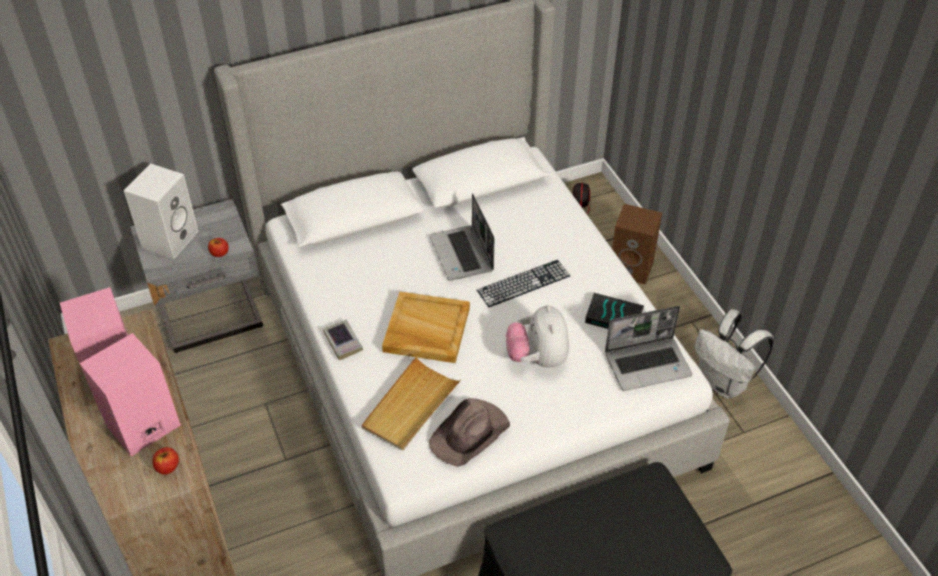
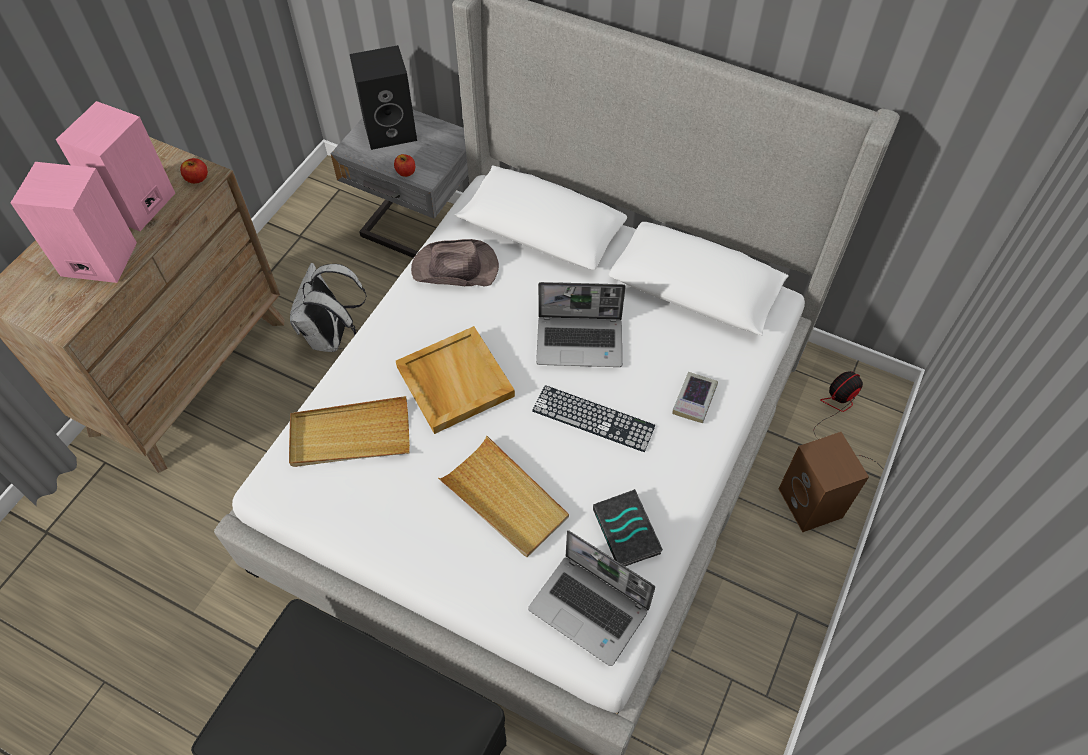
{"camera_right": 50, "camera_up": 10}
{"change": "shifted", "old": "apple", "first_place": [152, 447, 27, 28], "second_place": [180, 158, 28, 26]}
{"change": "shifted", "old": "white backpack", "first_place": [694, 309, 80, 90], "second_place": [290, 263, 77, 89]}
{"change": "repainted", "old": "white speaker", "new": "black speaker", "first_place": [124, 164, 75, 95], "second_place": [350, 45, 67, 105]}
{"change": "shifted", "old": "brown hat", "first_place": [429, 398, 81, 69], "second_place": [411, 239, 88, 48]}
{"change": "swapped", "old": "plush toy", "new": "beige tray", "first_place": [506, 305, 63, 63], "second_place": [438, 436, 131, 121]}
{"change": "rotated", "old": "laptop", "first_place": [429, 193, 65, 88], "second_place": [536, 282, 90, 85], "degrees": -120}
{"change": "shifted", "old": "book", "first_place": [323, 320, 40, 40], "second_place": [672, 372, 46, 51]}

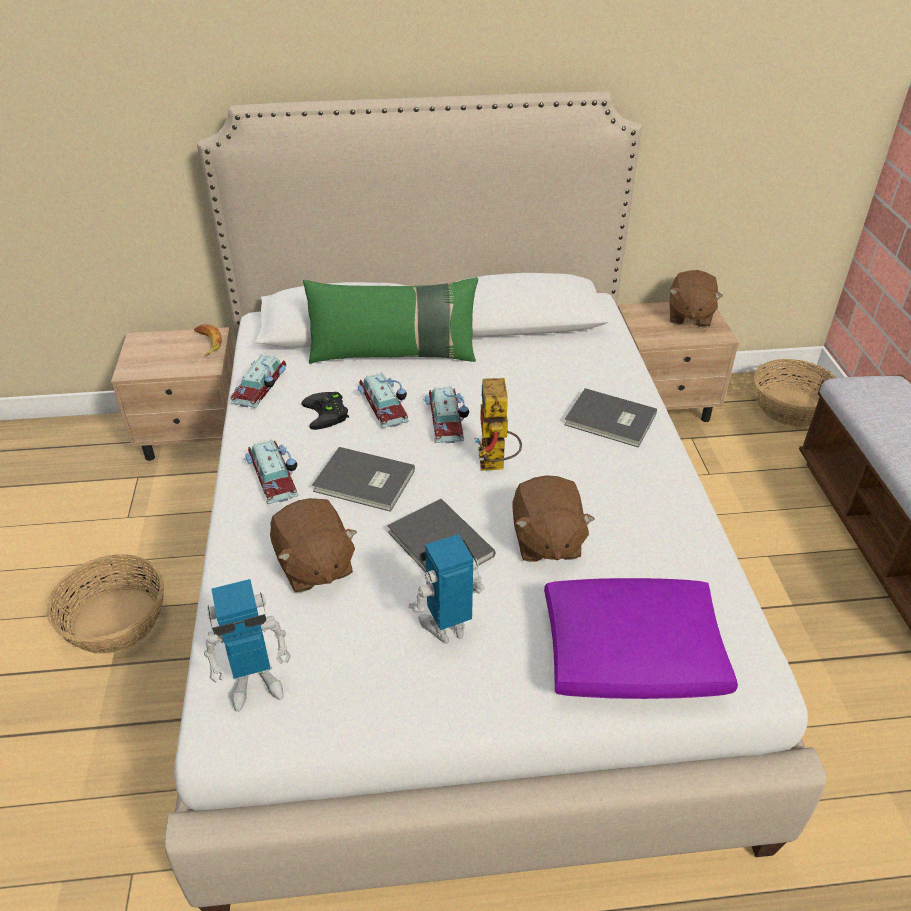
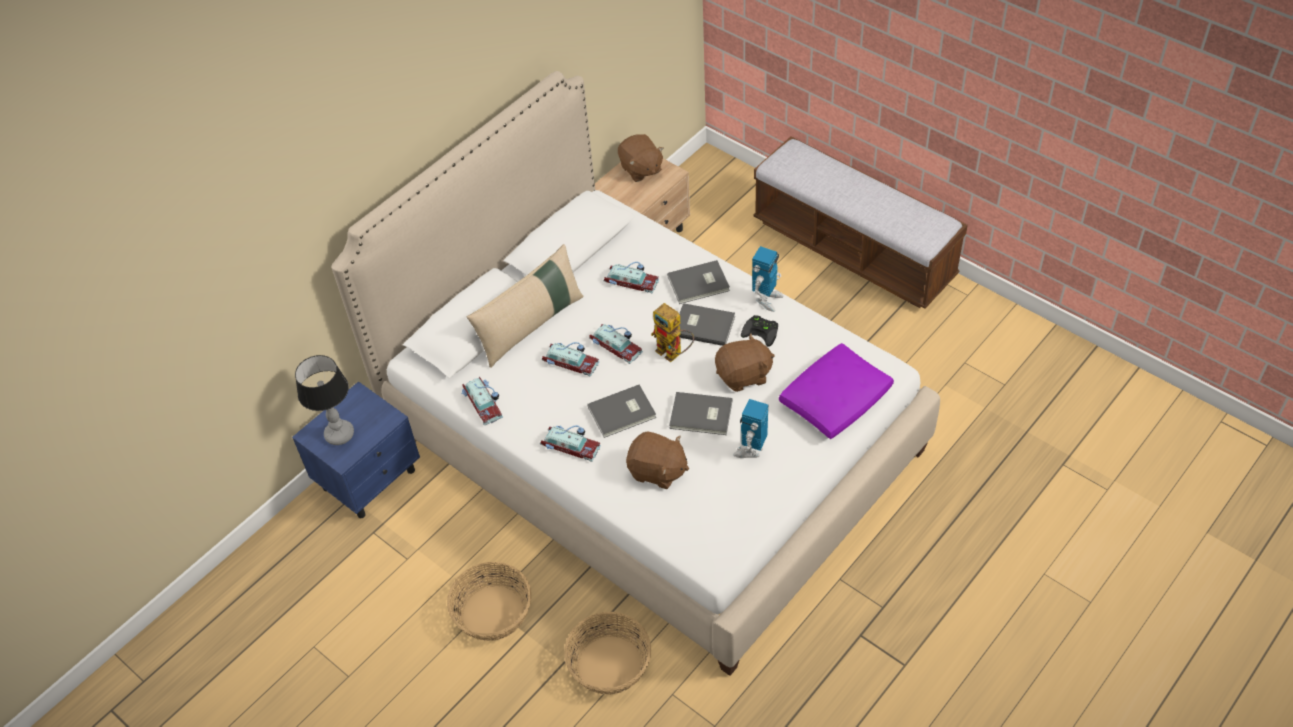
{"camera_right": -40, "camera_up": 10}
{"change": "repainted", "old": "beige nightstand", "new": "blue nightstand", "first_place": [111, 327, 123, 134], "second_place": [292, 381, 128, 137]}
{"change": "new", "new": "table lamp", "second_place": [295, 355, 59, 90]}
{"change": "repainted", "old": "green pillow", "new": "beige pillow", "first_place": [303, 277, 175, 87], "second_place": [467, 244, 117, 124]}
{"change": "shifted", "old": "basket", "first_place": [754, 359, 82, 68], "second_place": [564, 612, 87, 83]}
{"change": "new", "new": "toy car", "second_place": [603, 262, 56, 31]}
{"change": "new", "new": "grey book", "second_place": [679, 303, 56, 43]}
{"change": "rotated", "old": "brown plush toy", "first_place": [513, 475, 82, 87], "second_place": [715, 333, 60, 59], "degrees": -60}
{"change": "shifted", "old": "black game controller", "first_place": [301, 392, 48, 38], "second_place": [741, 315, 37, 32]}
{"change": "shifted", "old": "toy robot", "first_place": [204, 579, 87, 133], "second_place": [752, 246, 32, 66]}
{"change": "gone", "old": "banana", "first_place": [194, 324, 28, 32]}

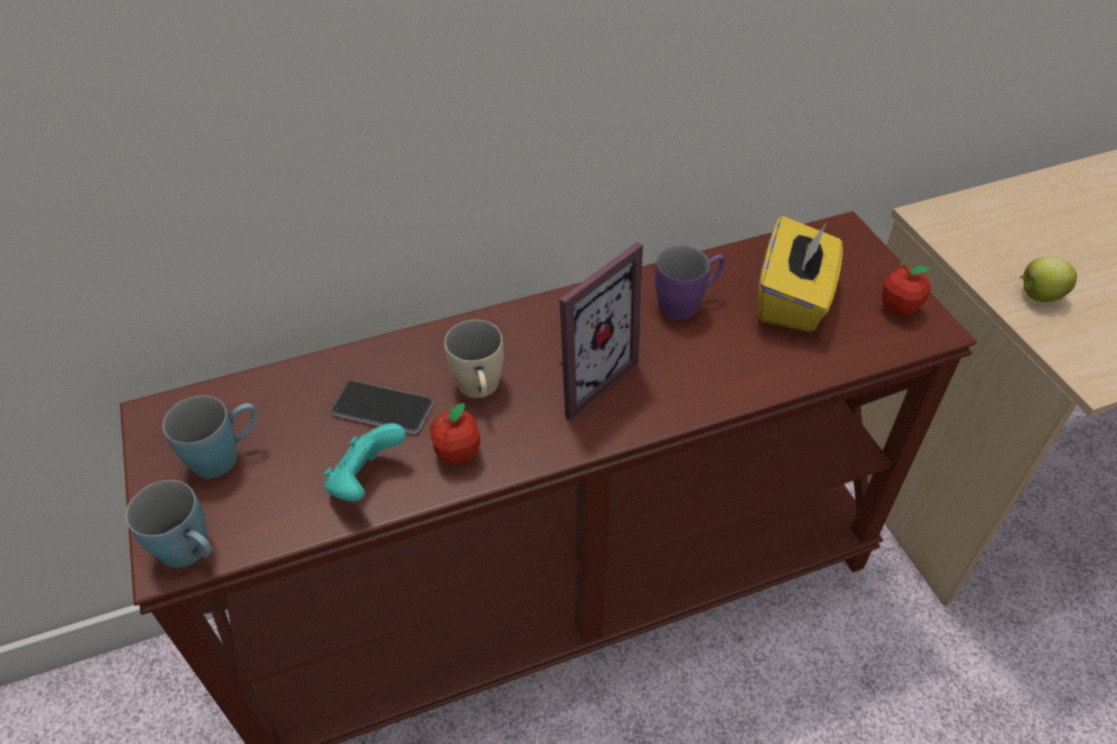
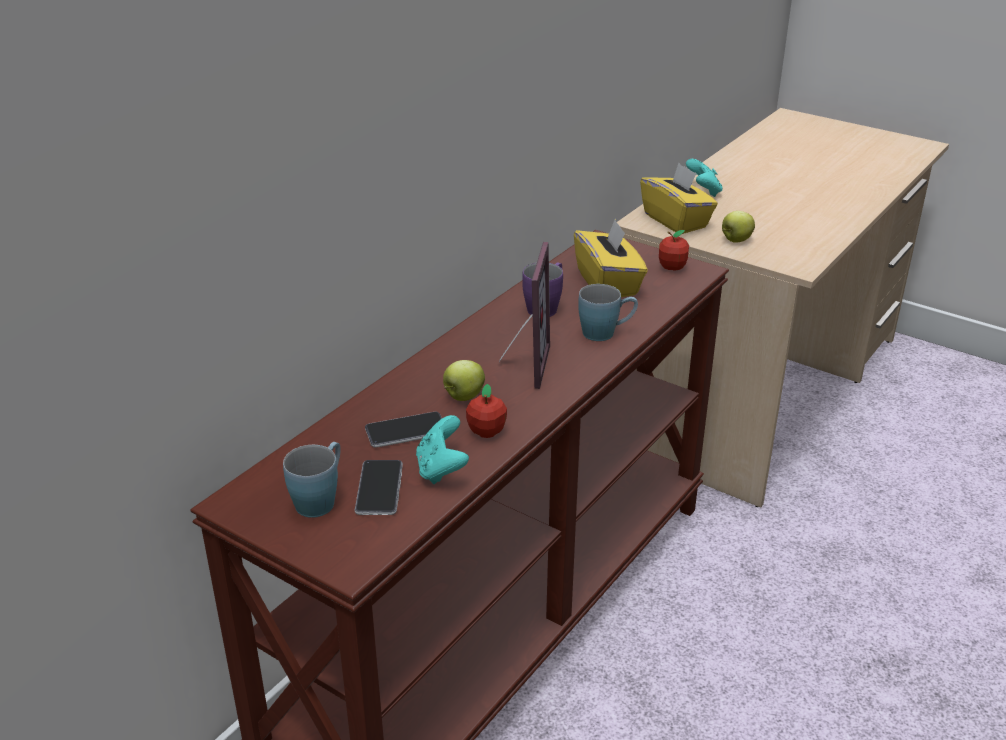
{"camera_right": -35, "camera_up": -15}
{"change": "new", "new": "phone", "second_place": [355, 460, 48, 55]}
{"change": "swapped", "old": "beige mug", "new": "apple", "first_place": [444, 320, 60, 78], "second_place": [443, 360, 42, 41]}
{"change": "shifted", "old": "blue mug", "first_place": [126, 480, 86, 88], "second_place": [578, 284, 60, 57]}
{"change": "new", "new": "yellow tissue box", "second_place": [640, 163, 78, 71]}
{"change": "new", "new": "turquoise game controller", "second_place": [686, 159, 37, 38]}

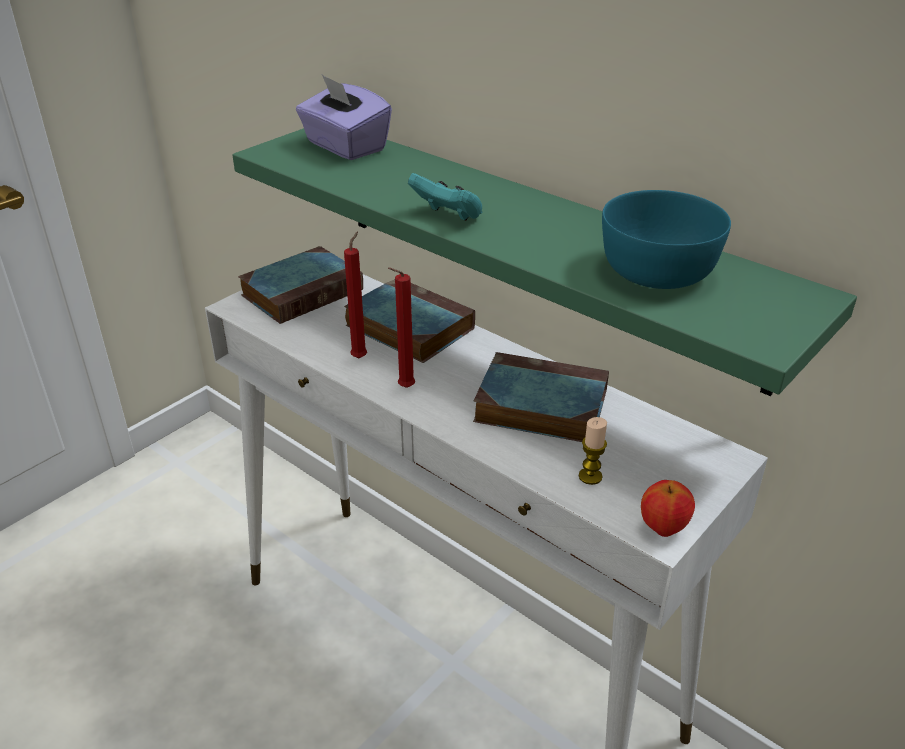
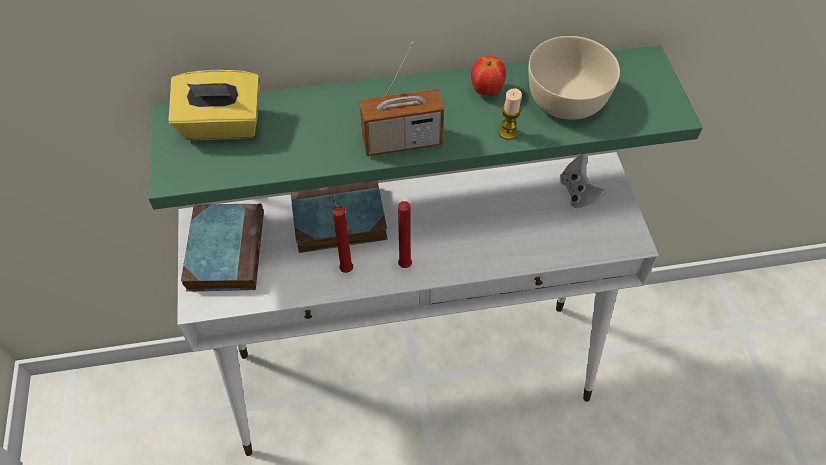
{"camera_right": -50, "camera_up": 20}
{"change": "repainted", "old": "purple tissue box", "new": "yellow tissue box", "first_place": [296, 75, 96, 85], "second_place": [168, 70, 92, 70]}
{"change": "swapped", "old": "turquoise game controller", "new": "radio", "first_place": [408, 173, 74, 48], "second_place": [359, 42, 85, 114]}
{"change": "shifted", "old": "apple", "first_place": [641, 480, 54, 57], "second_place": [471, 56, 35, 40]}
{"change": "shifted", "old": "candle", "first_place": [579, 417, 28, 68], "second_place": [499, 88, 23, 52]}
{"change": "repainted", "old": "turquoise bowl", "new": "beige bowl", "first_place": [602, 190, 129, 99], "second_place": [528, 36, 92, 84]}
{"change": "new", "new": "white game controller", "second_place": [560, 155, 46, 53]}
{"change": "gone", "old": "book", "first_place": [473, 352, 136, 90]}

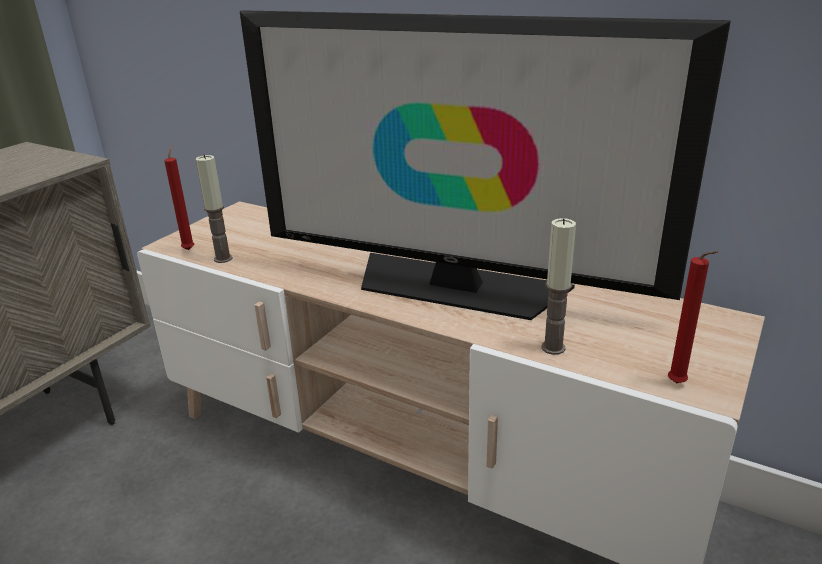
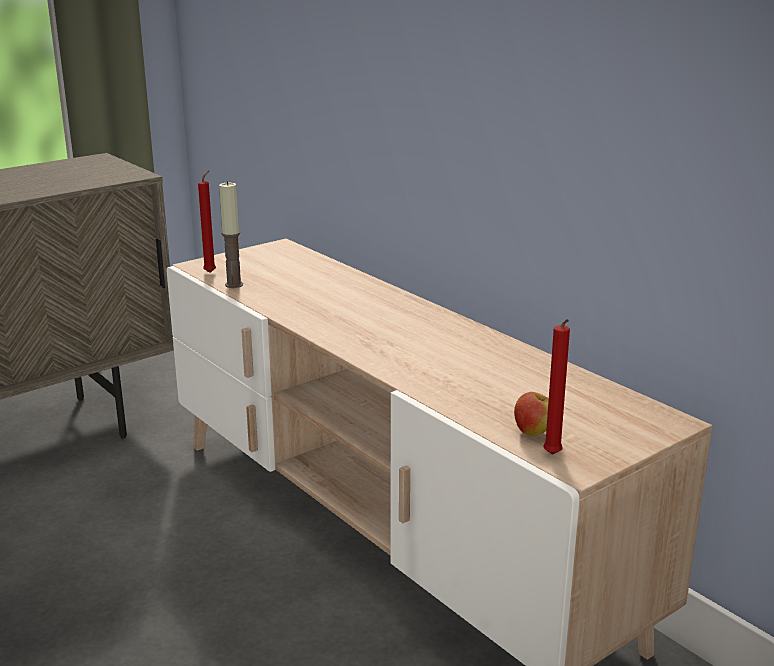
{"camera_right": 20, "camera_up": -5}
{"change": "new", "new": "apple", "second_place": [514, 392, 35, 44]}
{"change": "gone", "old": "television", "first_place": [240, 10, 491, 310]}
{"change": "gone", "old": "candle", "first_place": [541, 218, 35, 137]}

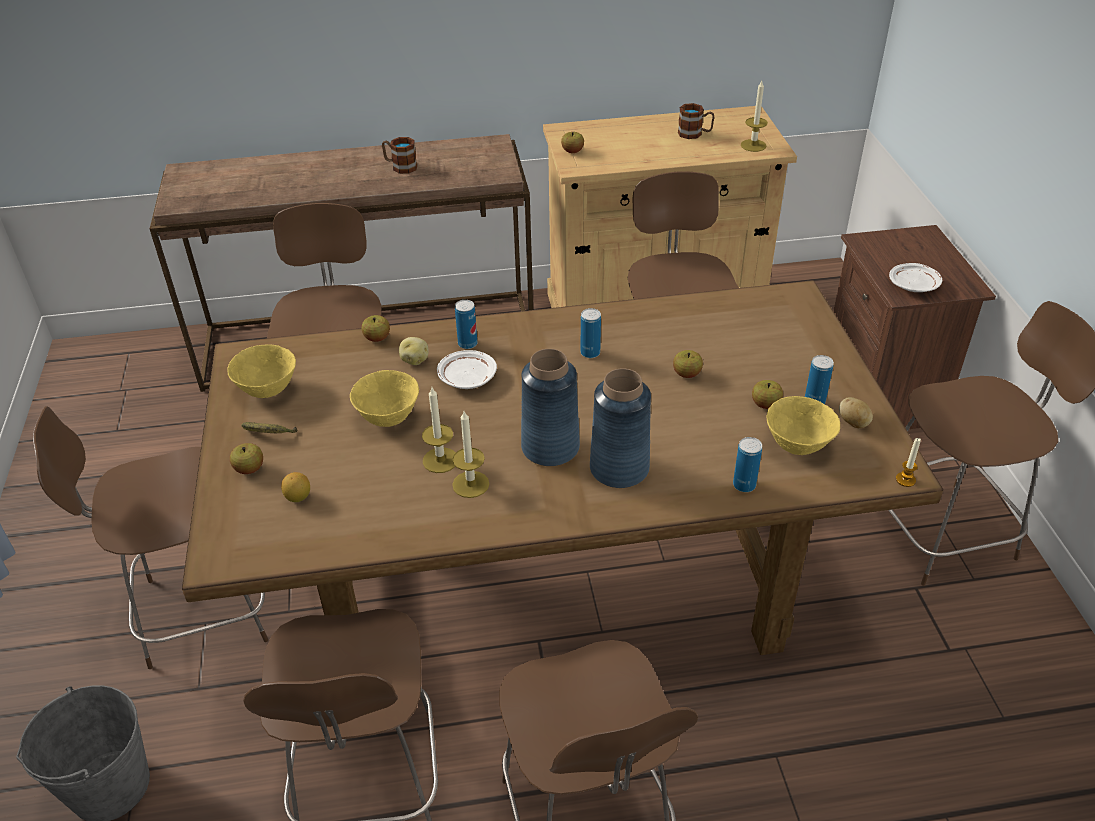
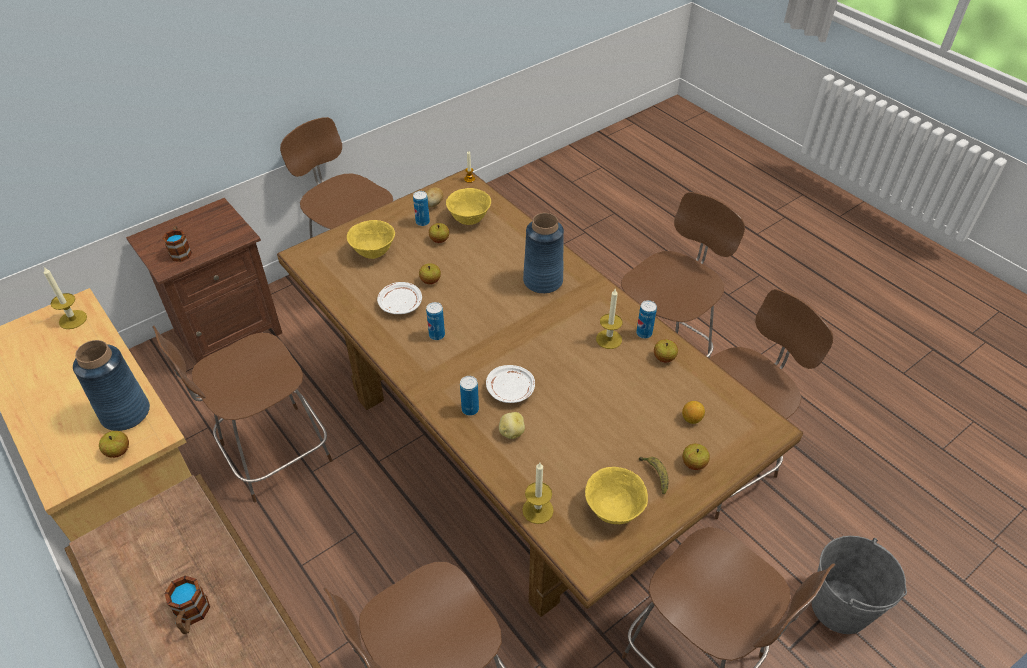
{"camera_right": -120, "camera_up": 5}
{"change": "shifted", "old": "blue vase", "first_place": [521, 349, 59, 117], "second_place": [73, 340, 77, 91]}
{"change": "shifted", "old": "mug", "first_place": [678, 103, 37, 36], "second_place": [162, 226, 30, 36]}
{"change": "shifted", "old": "yellow bowl", "first_place": [350, 370, 69, 57], "second_place": [347, 220, 48, 39]}
{"change": "shifted", "old": "white plate", "first_place": [889, 263, 53, 29], "second_place": [377, 282, 45, 32]}
{"change": "shifted", "old": "candle", "first_place": [422, 387, 34, 86], "second_place": [522, 462, 32, 62]}
{"change": "shifted", "old": "can", "first_place": [733, 437, 29, 55], "second_place": [636, 300, 21, 39]}
{"change": "shifted", "old": "apple", "first_place": [361, 315, 29, 27], "second_place": [654, 339, 24, 23]}

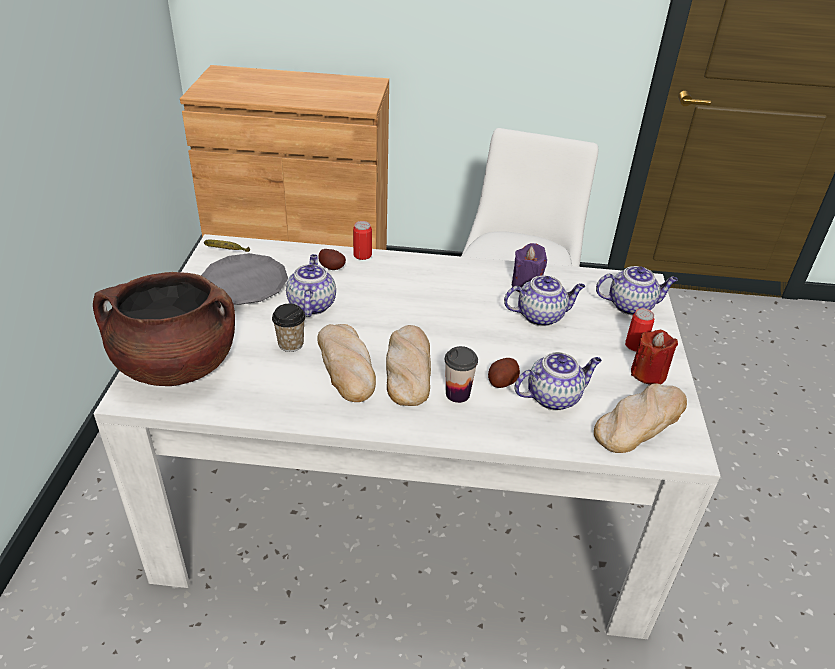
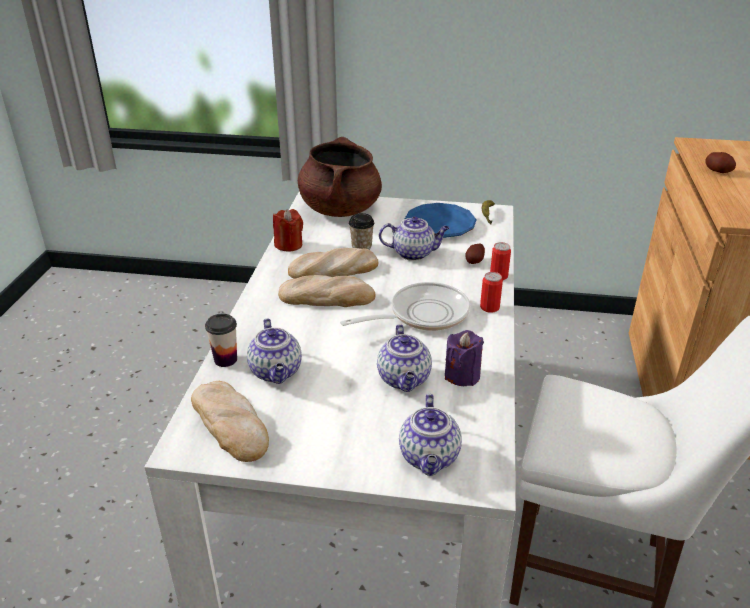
{"camera_right": 95, "camera_up": -5}
{"change": "shifted", "old": "cup", "first_place": [445, 346, 33, 57], "second_place": [205, 314, 32, 53]}
{"change": "shifted", "old": "red candle", "first_place": [631, 329, 47, 56], "second_place": [273, 209, 30, 43]}
{"change": "new", "new": "frying pan", "second_place": [340, 282, 130, 49]}
{"change": "repainted", "old": "grey plate", "new": "blue plate", "first_place": [201, 253, 87, 52], "second_place": [405, 203, 71, 35]}
{"change": "shifted", "old": "can", "first_place": [625, 308, 29, 43], "second_place": [480, 272, 23, 41]}
{"change": "shifted", "old": "potato", "first_place": [488, 358, 32, 30], "second_place": [705, 152, 31, 21]}

